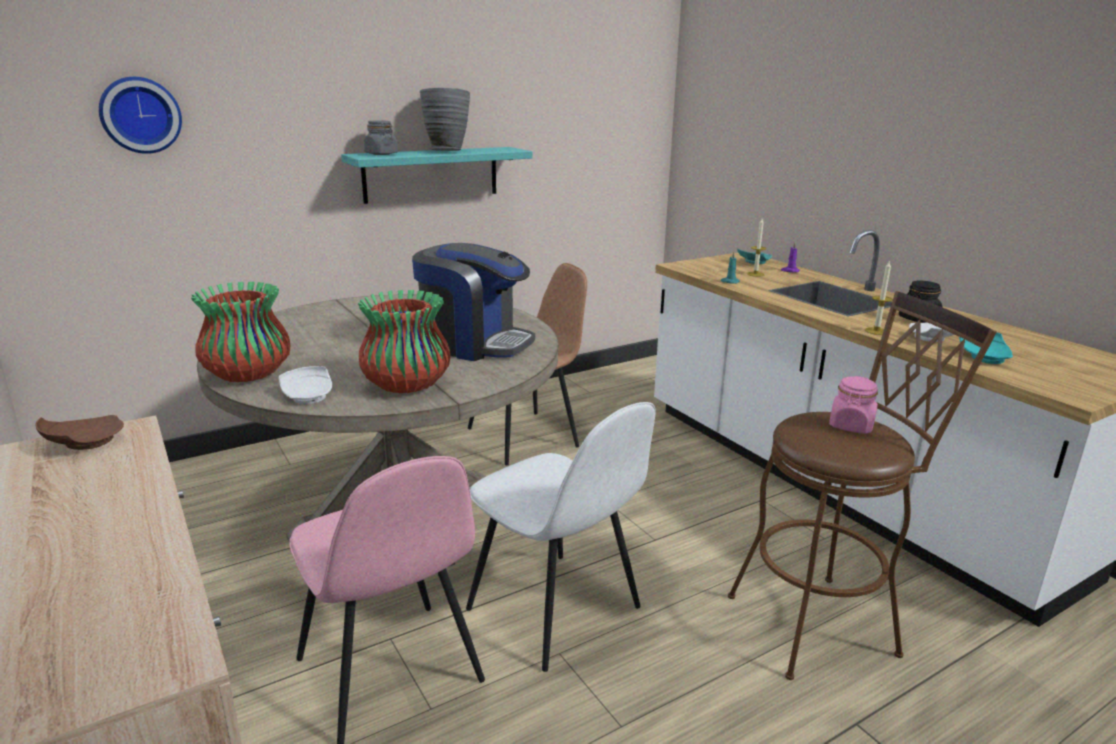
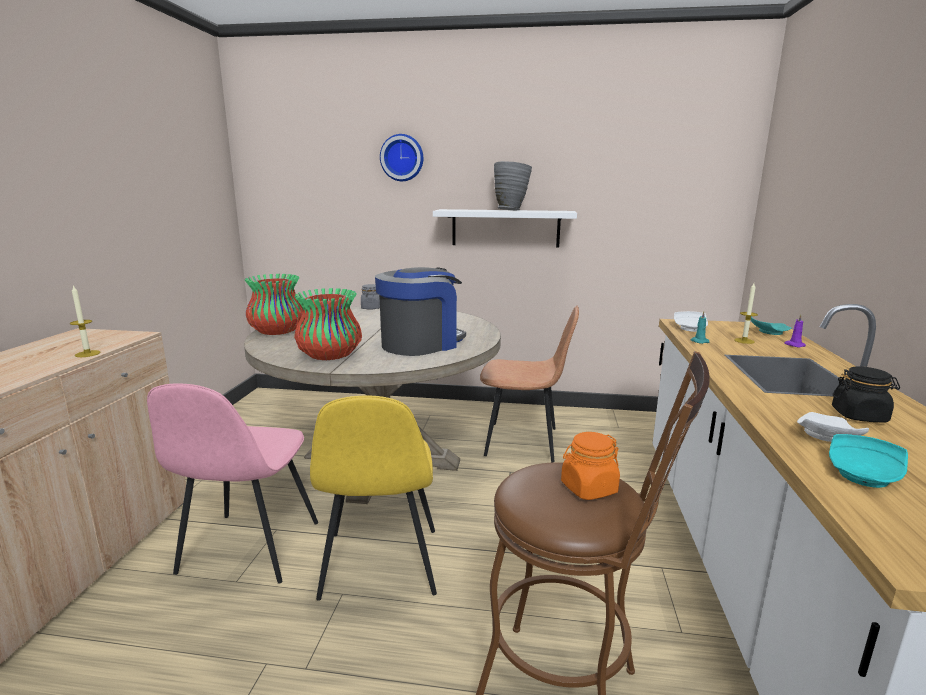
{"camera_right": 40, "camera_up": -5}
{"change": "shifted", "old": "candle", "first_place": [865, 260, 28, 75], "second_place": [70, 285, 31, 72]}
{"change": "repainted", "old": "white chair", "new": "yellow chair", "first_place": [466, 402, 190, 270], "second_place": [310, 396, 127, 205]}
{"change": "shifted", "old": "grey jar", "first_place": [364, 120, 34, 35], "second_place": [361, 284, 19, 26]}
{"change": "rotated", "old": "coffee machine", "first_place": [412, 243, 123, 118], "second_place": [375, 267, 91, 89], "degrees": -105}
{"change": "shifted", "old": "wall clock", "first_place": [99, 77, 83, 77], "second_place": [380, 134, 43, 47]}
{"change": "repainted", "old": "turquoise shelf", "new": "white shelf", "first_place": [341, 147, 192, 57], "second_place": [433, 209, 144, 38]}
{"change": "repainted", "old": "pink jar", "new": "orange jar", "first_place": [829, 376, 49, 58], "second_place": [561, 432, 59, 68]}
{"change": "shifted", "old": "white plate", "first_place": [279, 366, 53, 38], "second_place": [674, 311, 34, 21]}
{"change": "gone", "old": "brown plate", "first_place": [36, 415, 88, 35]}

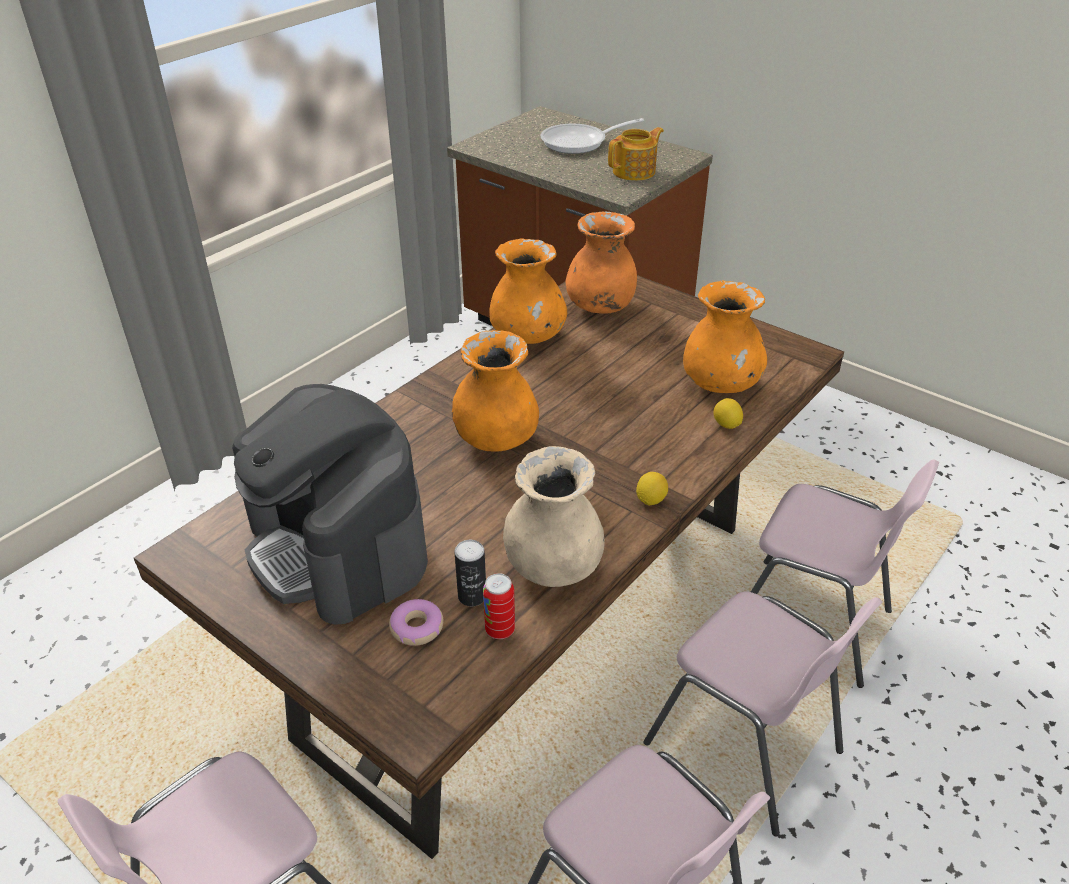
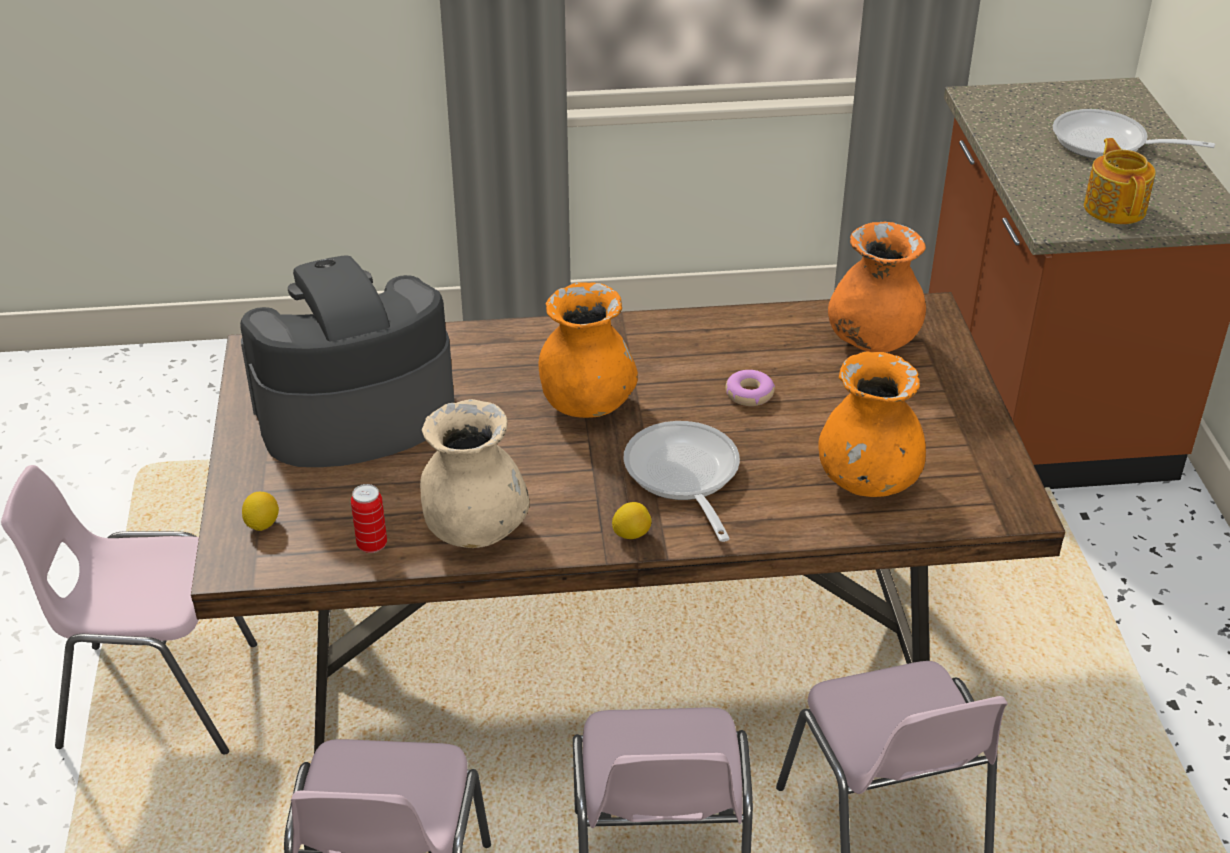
{"camera_right": 45, "camera_up": 0}
{"change": "rotated", "old": "coffee machine", "first_place": [232, 384, 196, 241], "second_place": [240, 255, 214, 212], "degrees": 60}
{"change": "shifted", "old": "lemon", "first_place": [714, 398, 29, 31], "second_place": [242, 492, 37, 39]}
{"change": "new", "new": "frying pan", "second_place": [623, 421, 117, 121]}
{"change": "shifted", "old": "donut", "first_place": [389, 599, 54, 47], "second_place": [725, 370, 50, 36]}
{"change": "rotated", "old": "teapot", "first_place": [608, 127, 56, 54], "second_place": [1084, 138, 71, 86], "degrees": -105}
{"change": "gone", "old": "can", "first_place": [454, 540, 32, 66]}
{"change": "gone", "old": "orange vase", "first_place": [489, 238, 78, 106]}

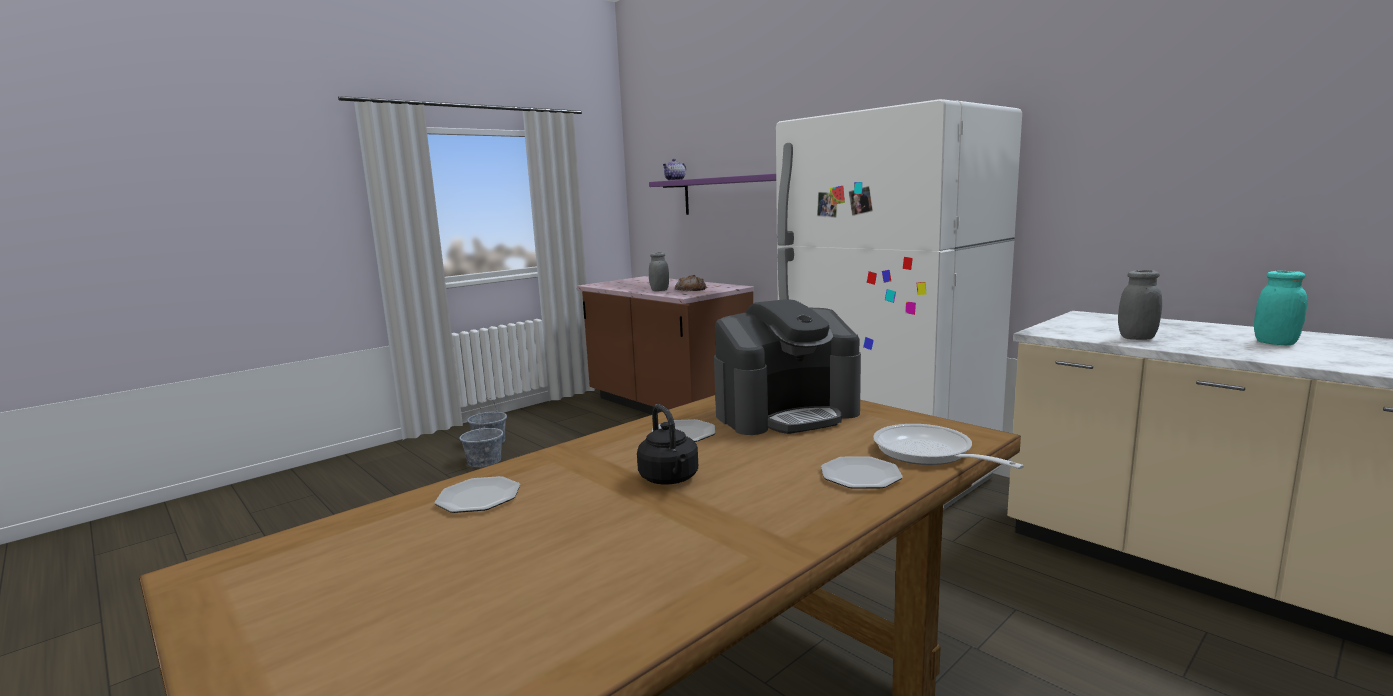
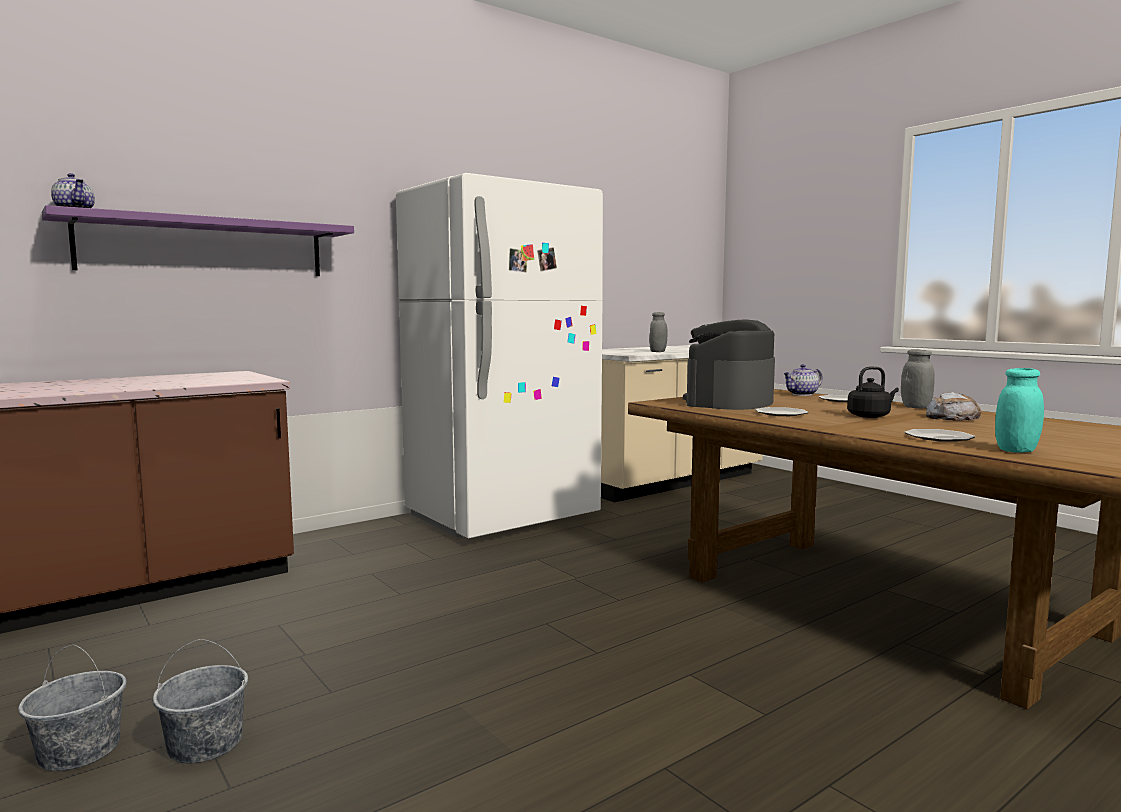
{"camera_right": -85, "camera_up": -5}
{"change": "rotated", "old": "coffee machine", "first_place": [714, 299, 147, 136], "second_place": [683, 319, 92, 91], "degrees": -135}
{"change": "swapped", "old": "frying pan", "new": "teapot", "first_place": [873, 424, 151, 45], "second_place": [783, 364, 40, 32]}
{"change": "shifted", "old": "grey jar", "first_place": [649, 252, 20, 39], "second_place": [901, 349, 34, 59]}
{"change": "shifted", "old": "bread", "first_place": [675, 275, 32, 16], "second_place": [926, 392, 55, 29]}
{"change": "shifted", "old": "turquoise jar", "first_place": [1254, 271, 54, 74], "second_place": [995, 368, 49, 85]}

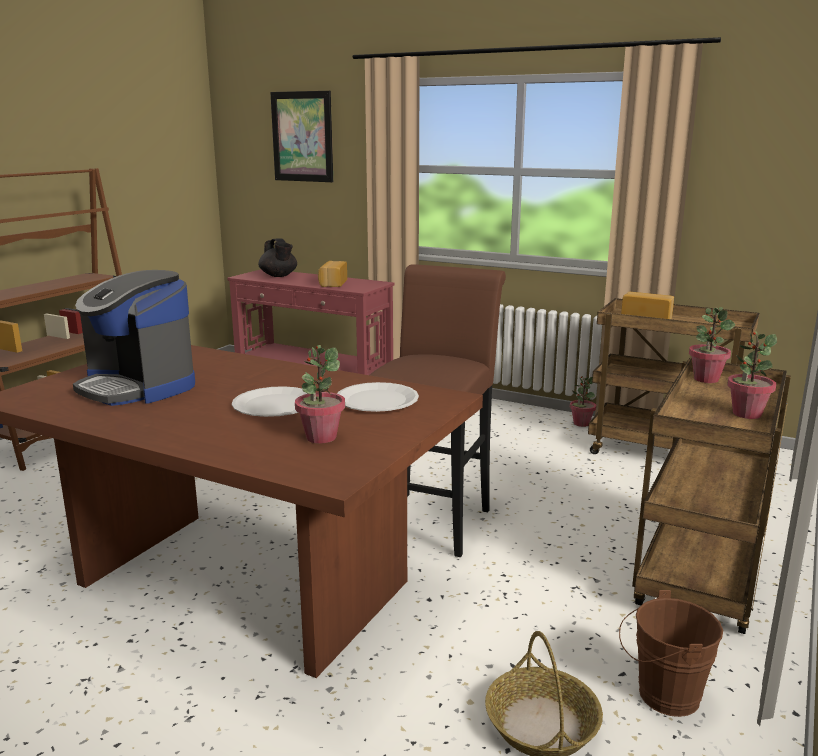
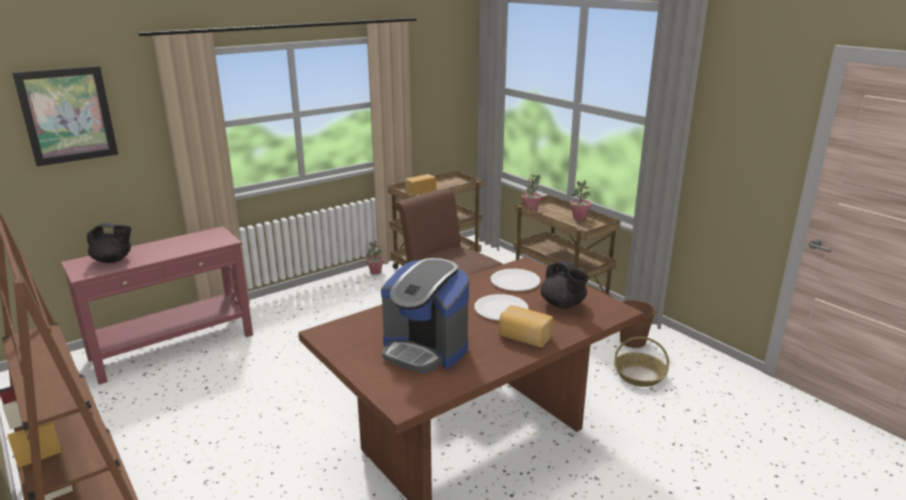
{"camera_right": -65, "camera_up": 5}
{"change": "rotated", "old": "coffee machine", "first_place": [73, 270, 122, 136], "second_place": [381, 258, 88, 115], "degrees": 60}
{"change": "shifted", "old": "bread", "first_place": [318, 261, 29, 26], "second_place": [499, 305, 54, 43]}
{"change": "swapped", "old": "potted plant", "new": "black teapot", "first_place": [295, 345, 50, 98], "second_place": [540, 261, 49, 47]}

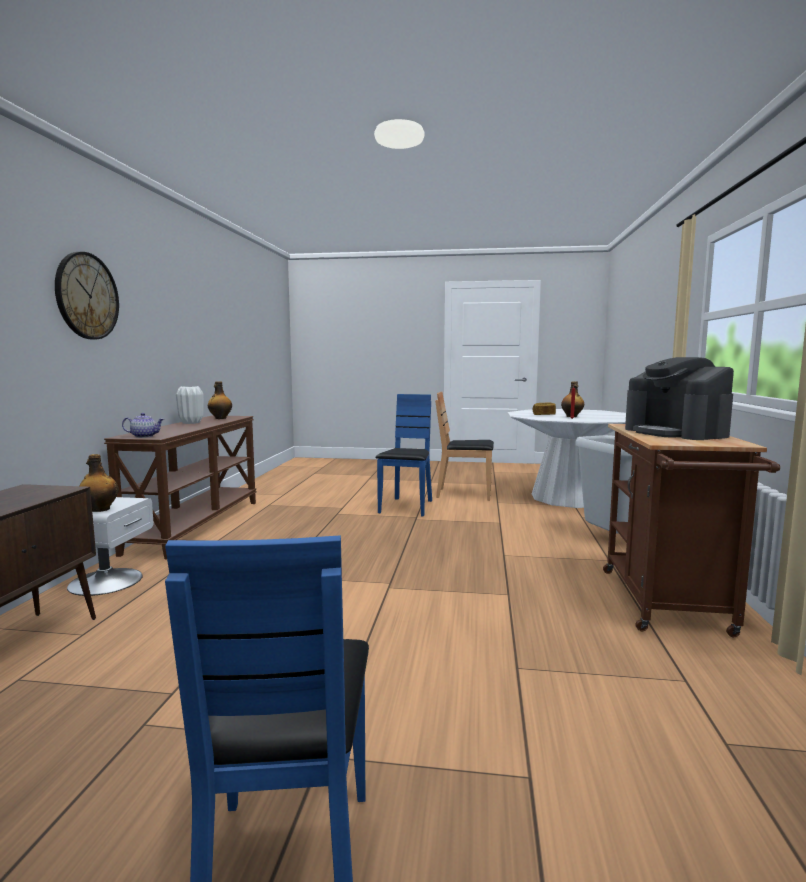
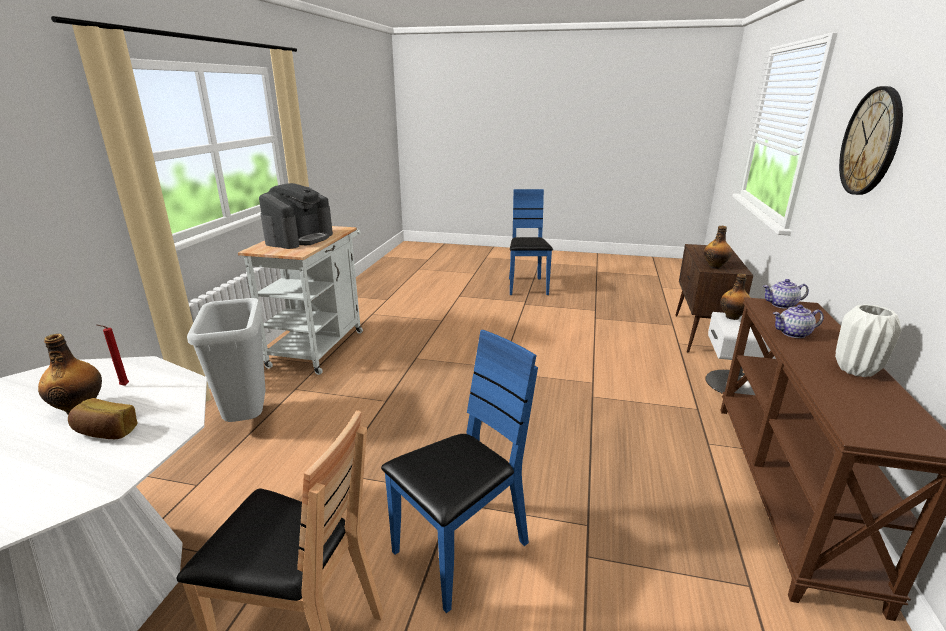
{"camera_right": -175, "camera_up": 15}
{"change": "repainted", "old": "brown cart", "new": "white cart", "first_place": [603, 424, 177, 213], "second_place": [238, 226, 125, 149]}
{"change": "rotated", "old": "coffee machine", "first_place": [625, 357, 109, 83], "second_place": [259, 183, 74, 66], "degrees": 45}
{"change": "rotated", "old": "blue chair", "first_place": [376, 394, 56, 122], "second_place": [381, 330, 157, 283], "degrees": -150}
{"change": "shifted", "old": "bottle", "first_place": [208, 381, 24, 38], "second_place": [704, 226, 28, 43]}
{"change": "new", "new": "teapot", "second_place": [773, 305, 51, 33]}

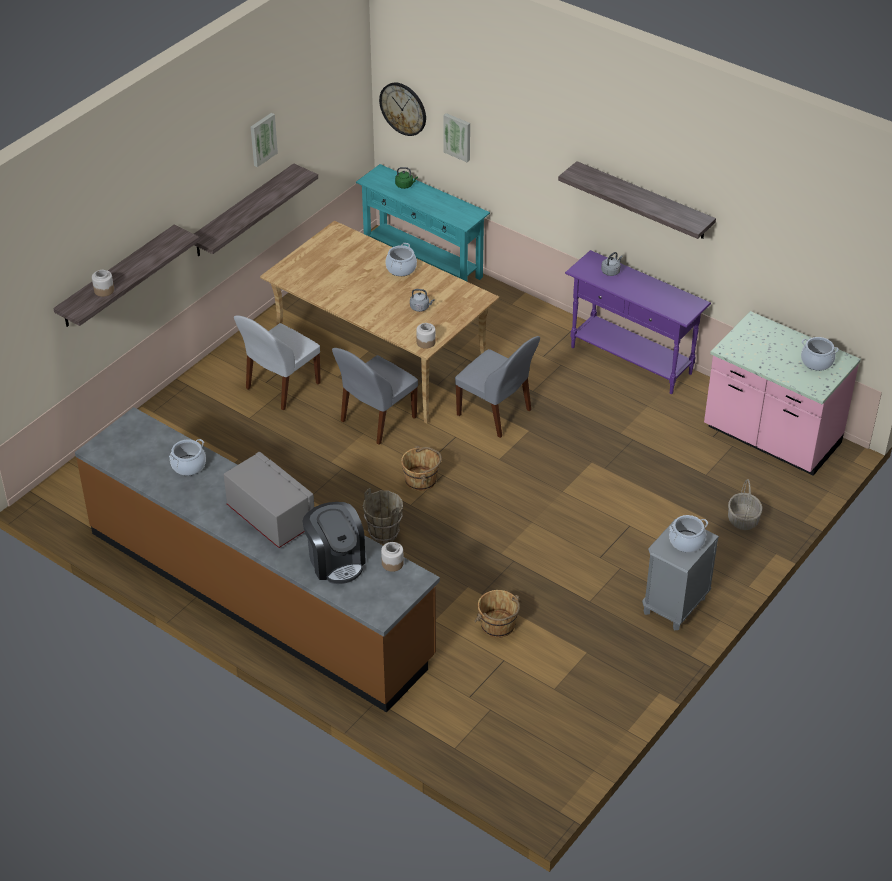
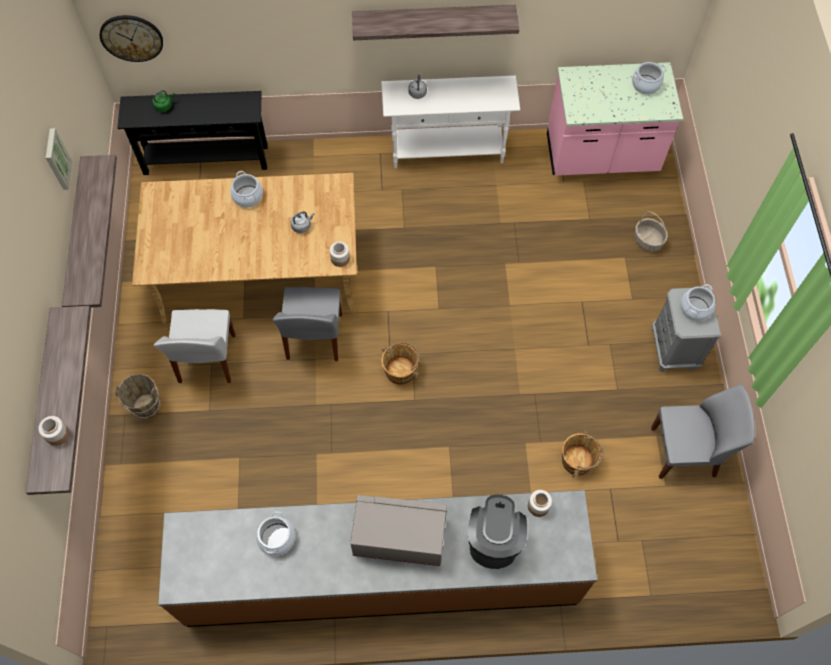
{"camera_right": -40, "camera_up": 20}
{"change": "shifted", "old": "brown bucket", "first_place": [363, 488, 40, 56], "second_place": [115, 374, 45, 45]}
{"change": "repainted", "old": "turquoise console table", "new": "black console table", "first_place": [356, 164, 134, 117], "second_place": [117, 91, 151, 84]}
{"change": "repainted", "old": "purple console table", "new": "white console table", "first_place": [565, 250, 146, 144], "second_place": [381, 76, 139, 92]}
{"change": "rotated", "old": "coffee machine", "first_place": [303, 502, 63, 82], "second_place": [468, 495, 59, 74], "degrees": -105}
{"change": "shifted", "old": "grey chair", "first_place": [455, 336, 85, 102], "second_place": [651, 384, 104, 95]}
{"change": "gone", "old": "picture", "first_place": [443, 113, 27, 49]}

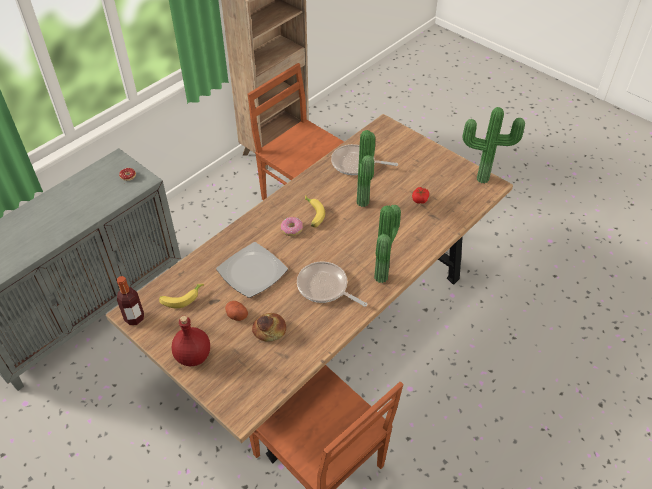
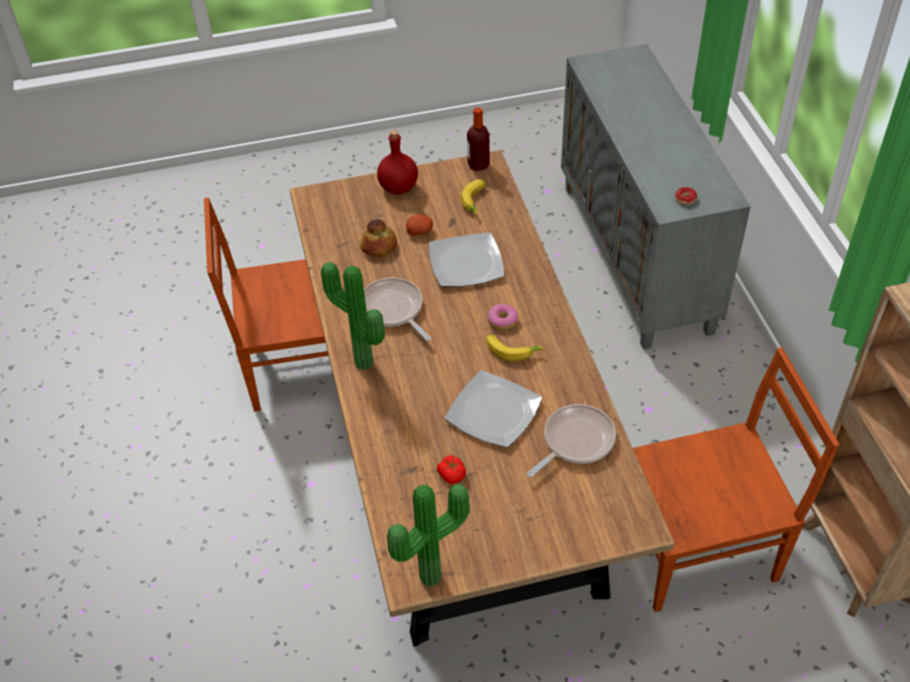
{"camera_right": 125, "camera_up": 0}
{"change": "rotated", "old": "frying pan", "first_place": [297, 261, 70, 46], "second_place": [364, 278, 67, 63], "degrees": -105}
{"change": "swapped", "old": "potted plant", "new": "plate", "first_place": [357, 130, 18, 77], "second_place": [445, 370, 97, 78]}

